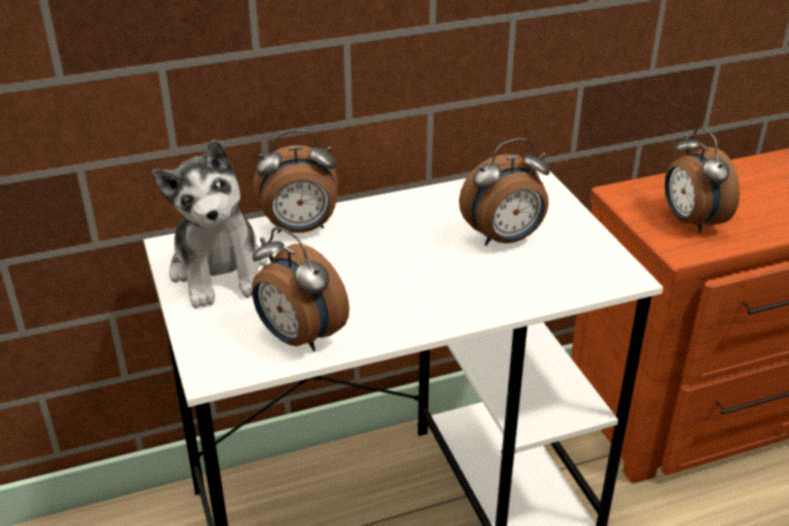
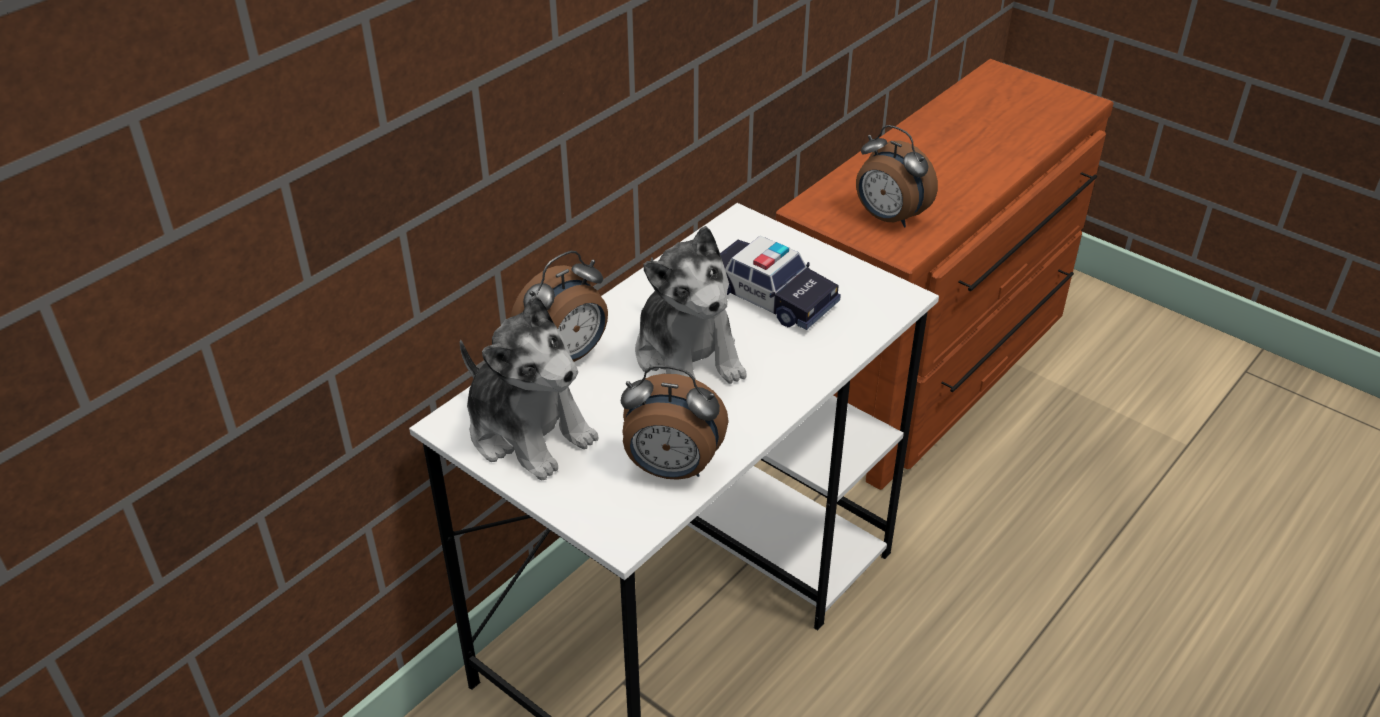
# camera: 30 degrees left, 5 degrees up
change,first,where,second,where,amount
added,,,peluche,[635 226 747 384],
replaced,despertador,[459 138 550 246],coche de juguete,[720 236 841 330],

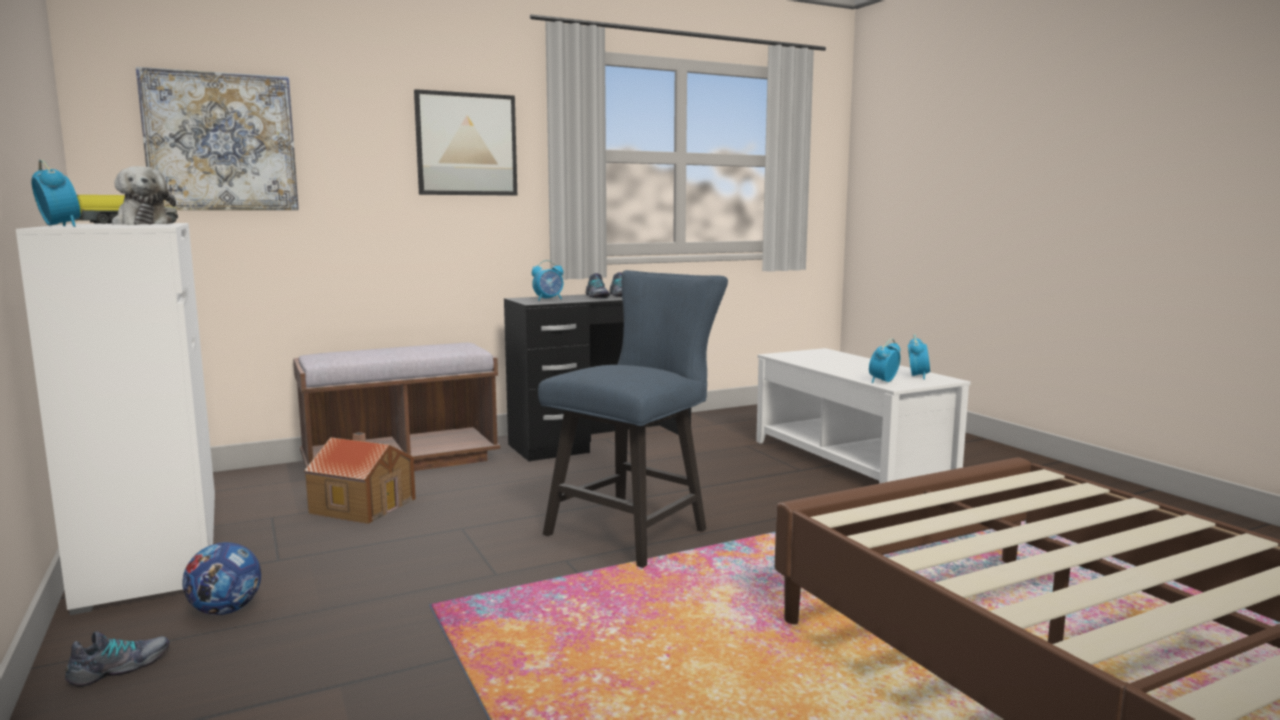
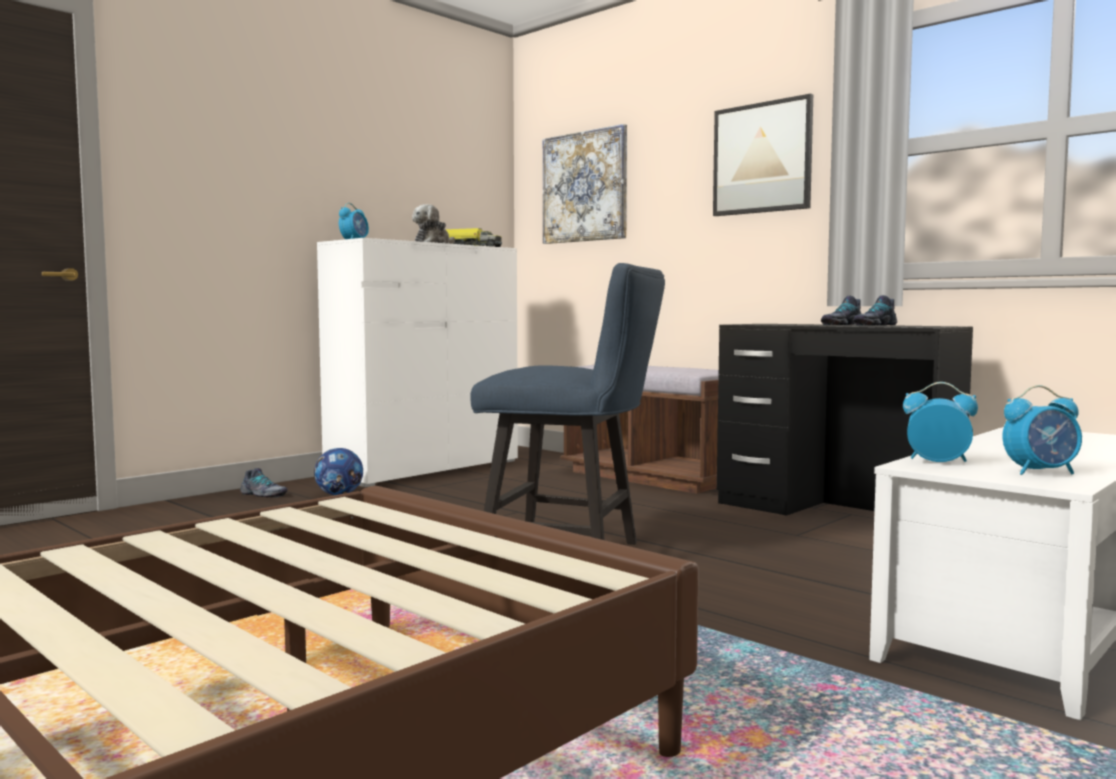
# camera: 70 degrees right, 5 degrees down
change,first,where,second,where,amount
removed,casita,[304 432 416 524],,,
removed,despertador,[532 260 563 301],,,

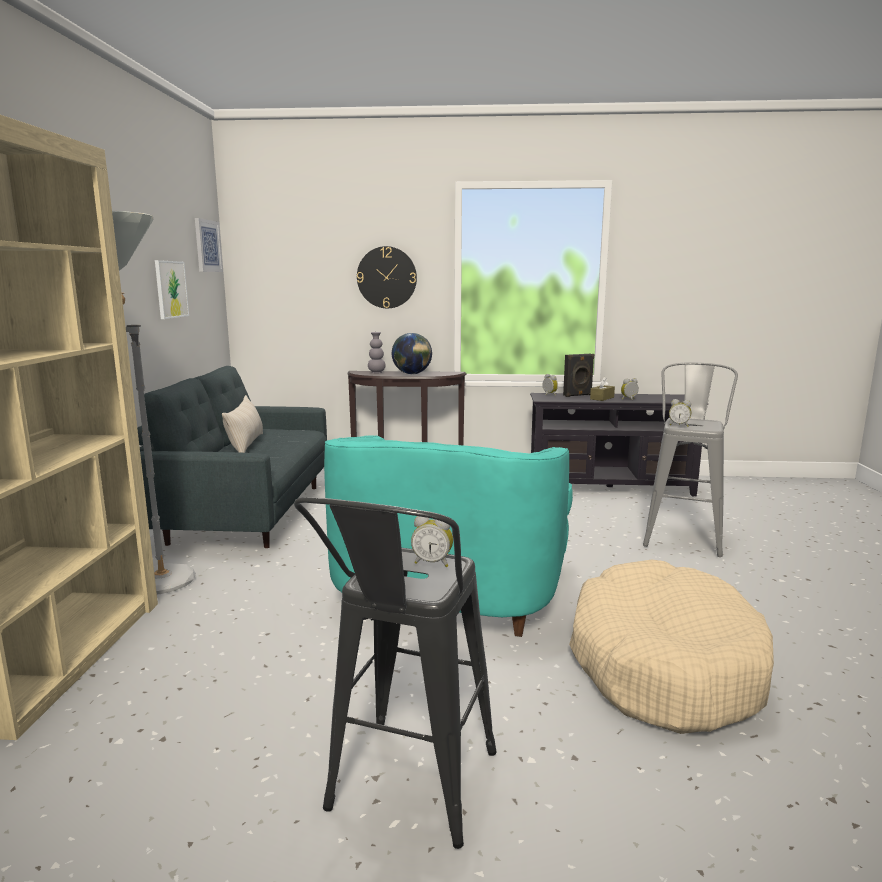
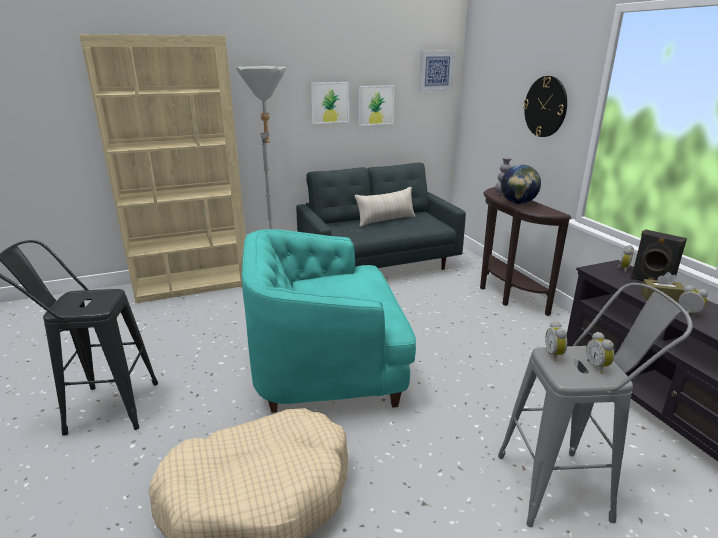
# camera: 65 degrees right, 10 degrees up
change,first,where,second,where,amount
added,,,cuadro,[311 82 349 124],
moved,despertador,[411 516 453 567],,[586 332 614 374],

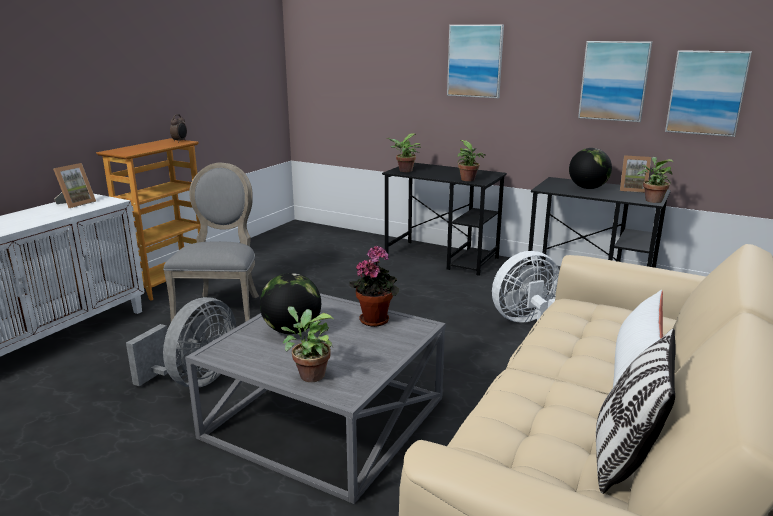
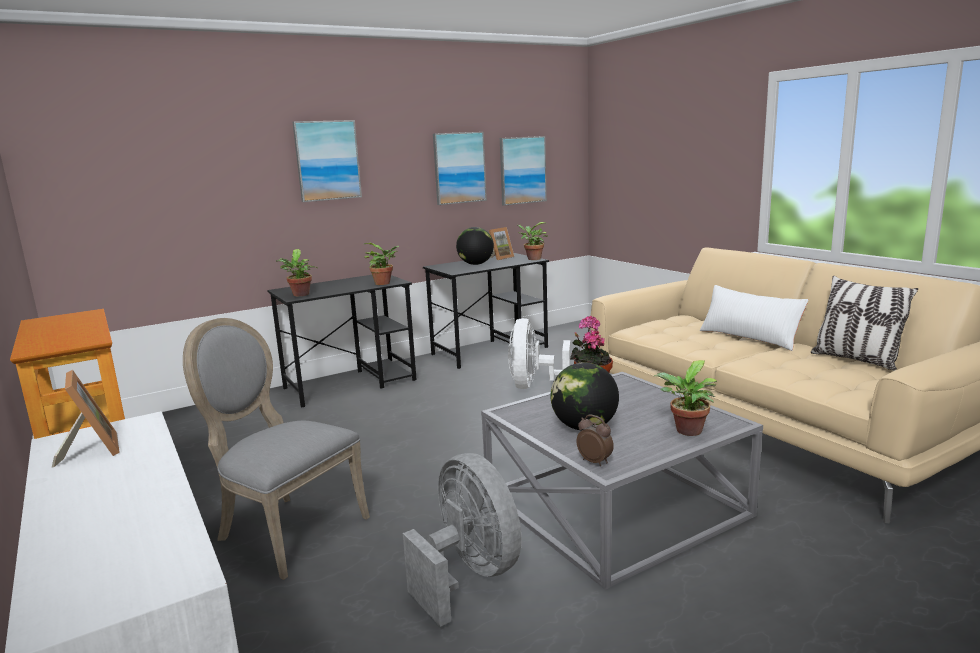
# camera: 60 degrees left, 5 degrees down
change,first,where,second,where,amount
moved,despertador,[170 114 187 142],,[577 415 614 466],

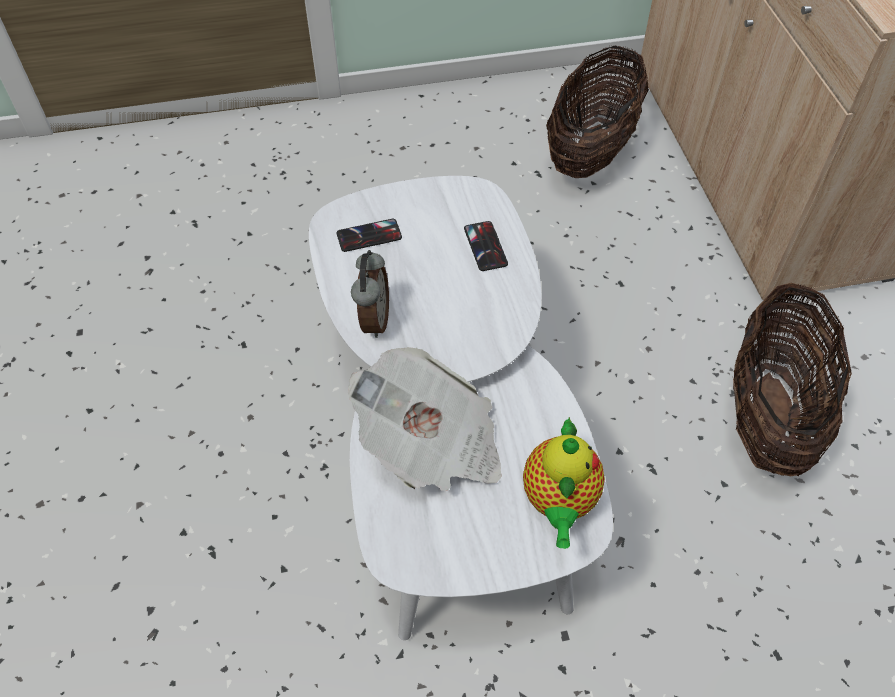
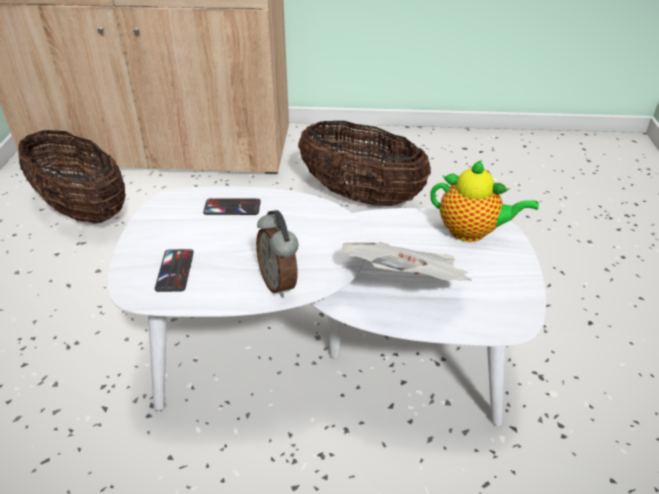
# camera: 75 degrees left, 15 degrees down
change,first,where,second,where,amount
turned,despertador,[351 250 389 338],,[256 210 298 298],135 degrees counterclockwise

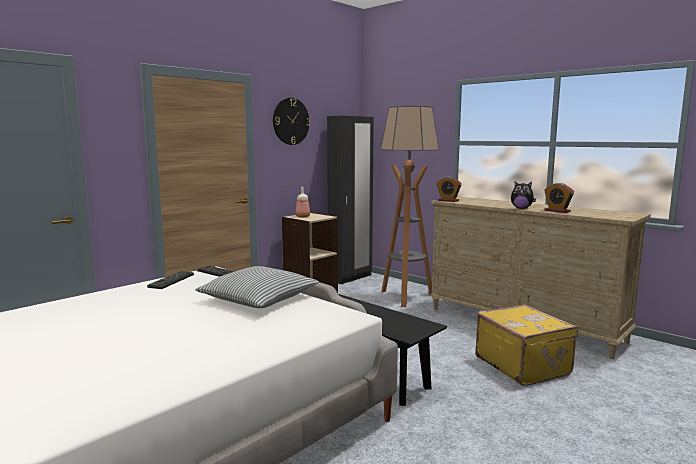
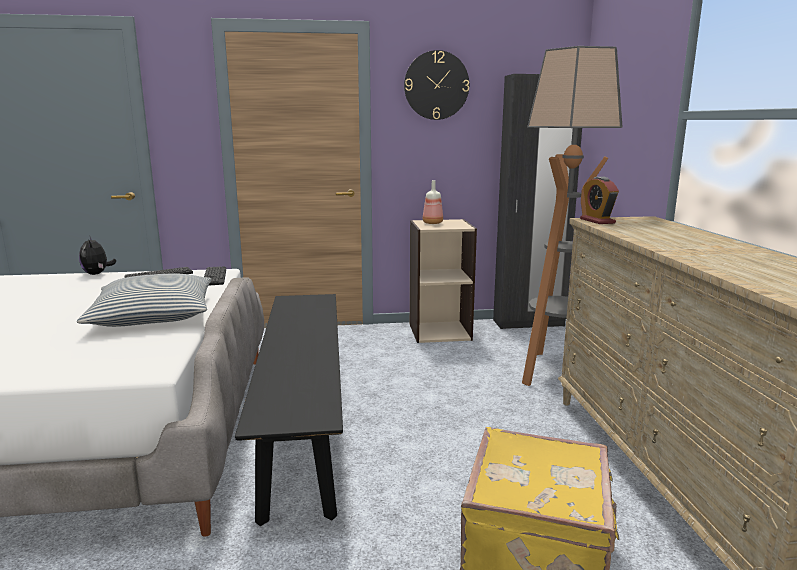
# camera: 40 degrees right, 5 degrees up
change,first,where,second,where,amount
moved,peluche,[511 181 536 209],,[79 237 116 275],
removed,despertador,[544 183 574 213],,,

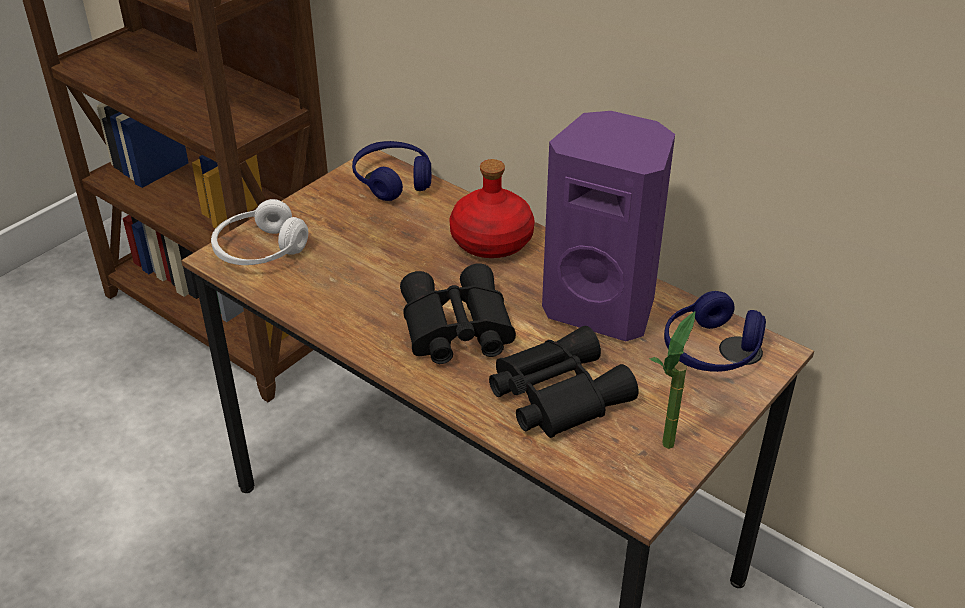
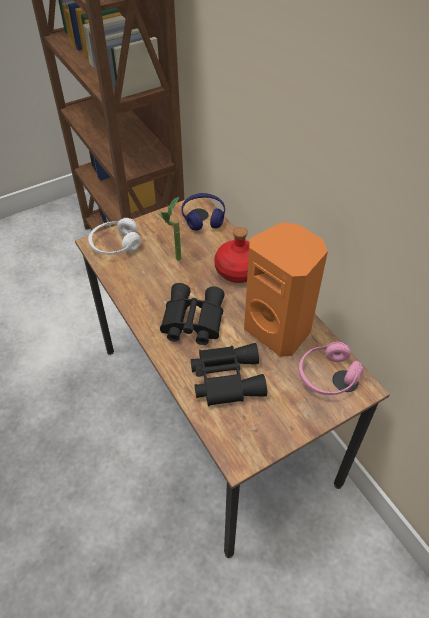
# camera: 20 degrees right, 10 degrees up
change,first,where,second,where,amount
moved,planta en maceta,[649 312 695 449],,[157 196 181 261],
recoloured,altavoz (morado),[542 111 675 341],altavoz (naranja),[244 222 328 357],
recoloured,auriculares (azul),[664 291 766 372],auriculares (rosa),[299 342 363 395],

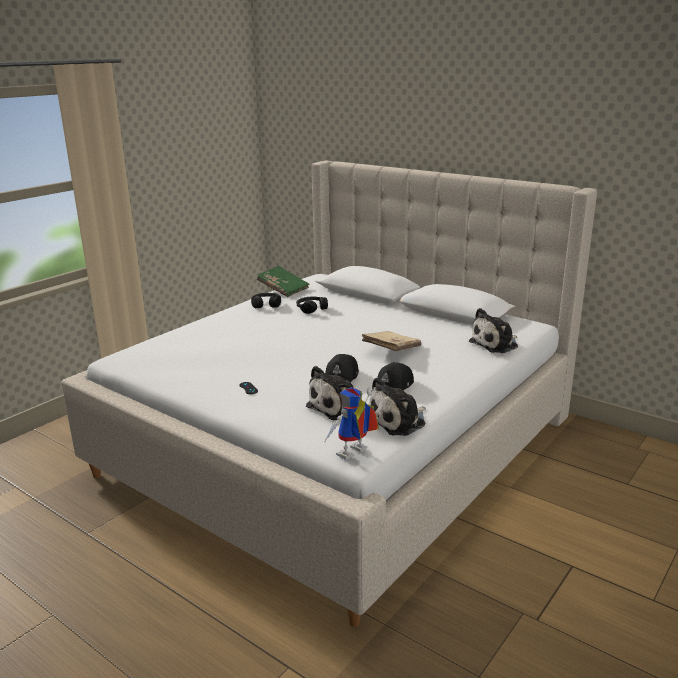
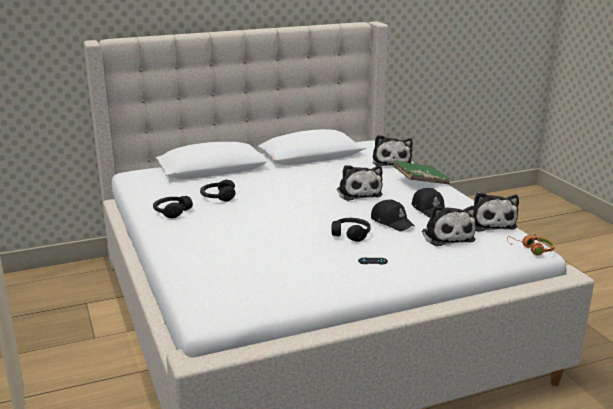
# camera: 60 degrees left, 0 degrees up
change,first,where,second,where,amount
added,,,auriculares (negro),[331 218 371 242],
replaced,libro (beis),[362 331 421 351],peluche,[337 165 383 201],
moved,libro (verde),[257 266 310 297],,[392 160 450 185],
replaced,robot de juguete,[325 386 379 460],auriculares (naranja),[507 234 555 256],

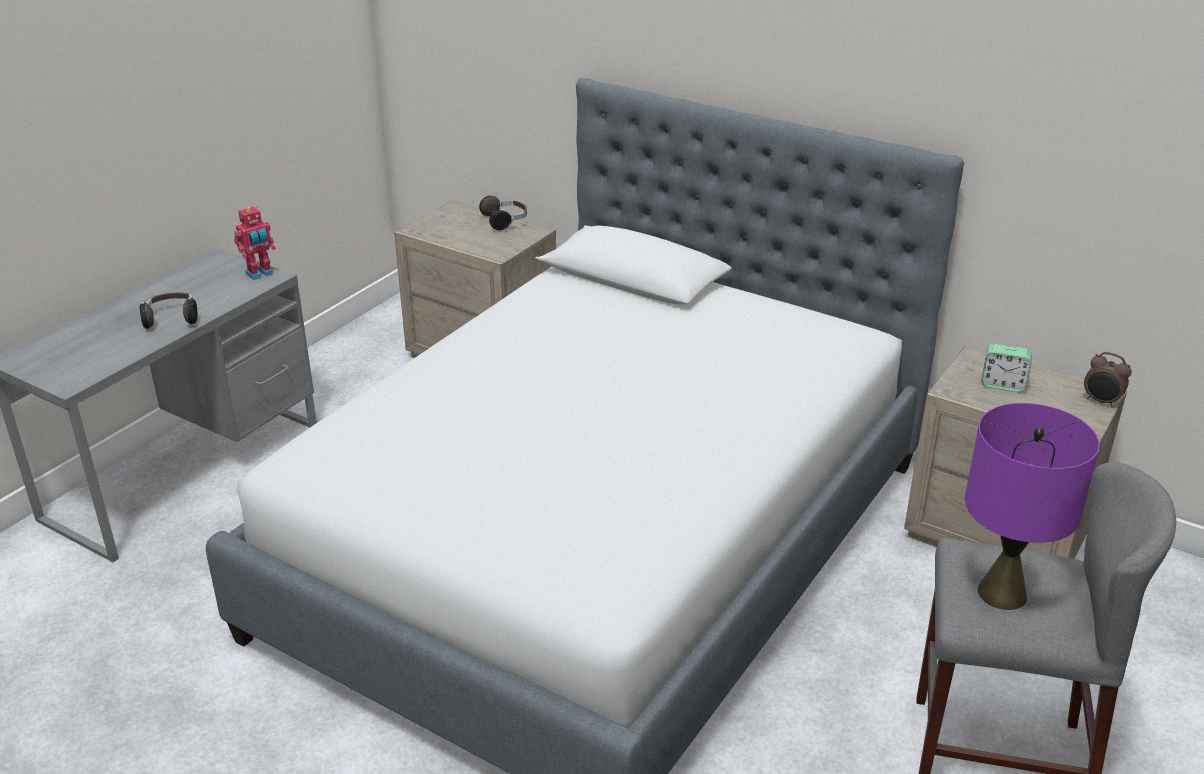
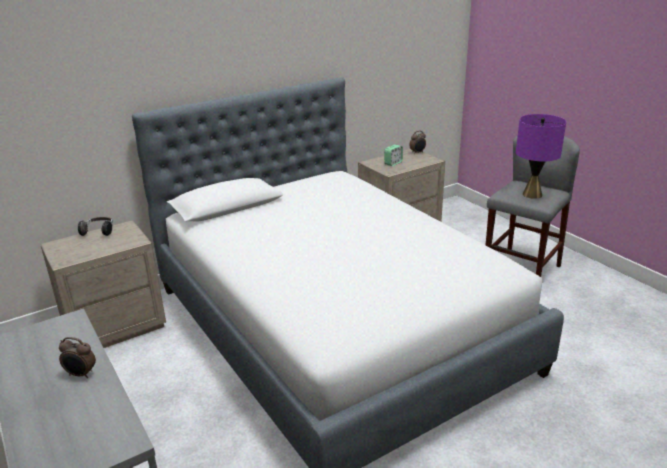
# camera: 65 degrees left, 5 degrees down
change,first,where,second,where,amount
replaced,auriculares,[139 293 198 329],despertador,[59 337 96 378],
removed,robot de juguete,[234 206 276 280],,,

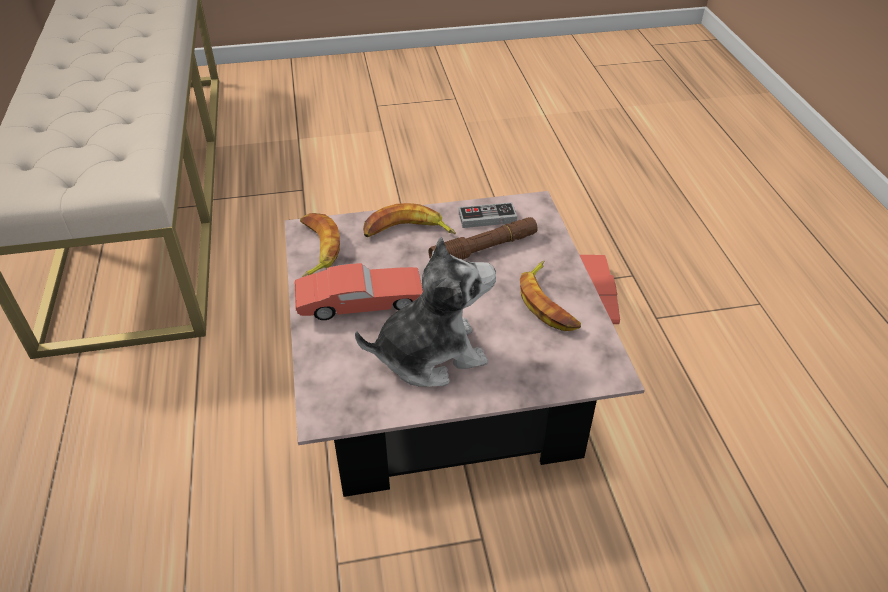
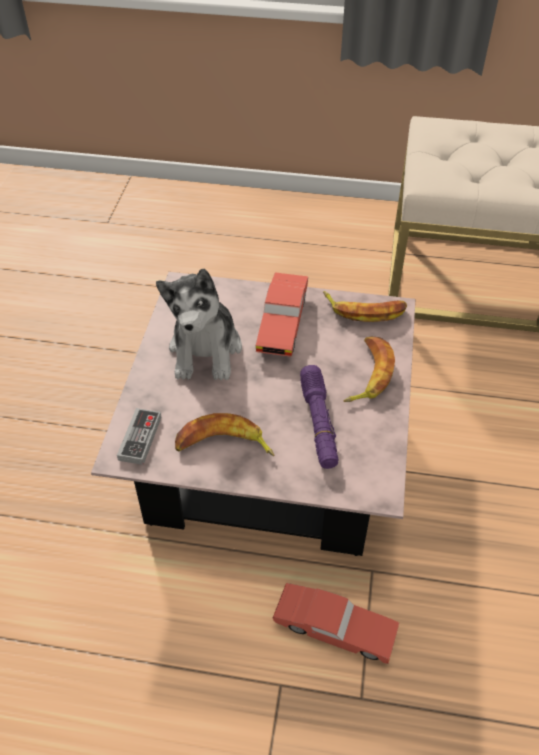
# camera: 110 degrees right, 5 degrees up
change,first,where,second,where,amount
moved,mando de consola,[459 202 517 228],,[117 408 161 465],
recoloured,linterna (marrón),[429 217 538 259],linterna (morado),[300 365 339 469],

